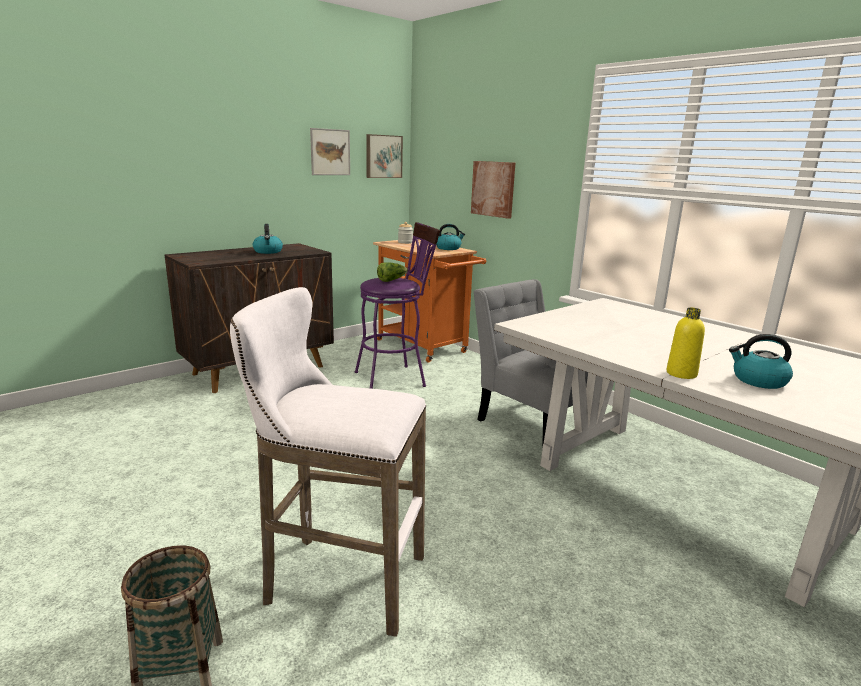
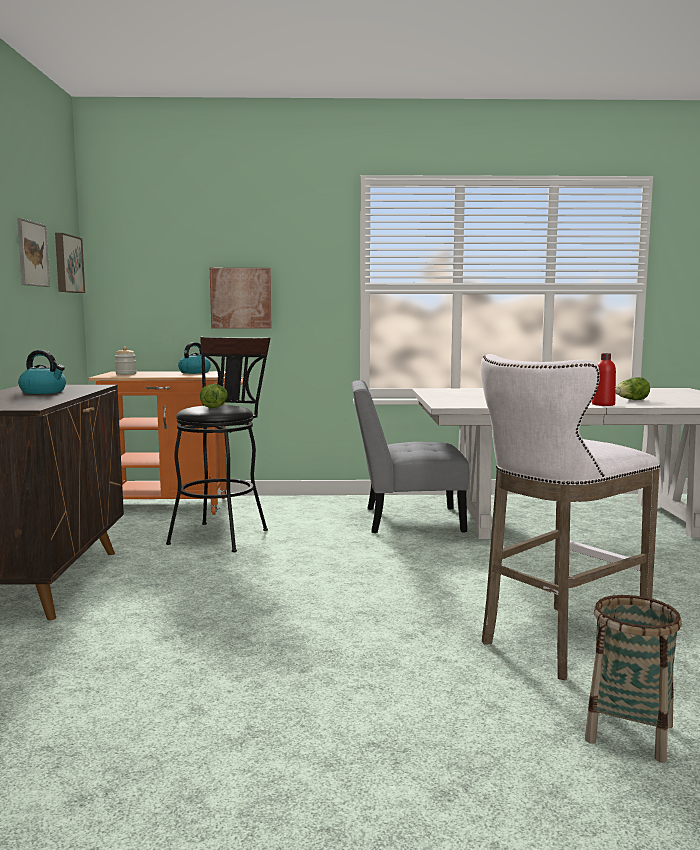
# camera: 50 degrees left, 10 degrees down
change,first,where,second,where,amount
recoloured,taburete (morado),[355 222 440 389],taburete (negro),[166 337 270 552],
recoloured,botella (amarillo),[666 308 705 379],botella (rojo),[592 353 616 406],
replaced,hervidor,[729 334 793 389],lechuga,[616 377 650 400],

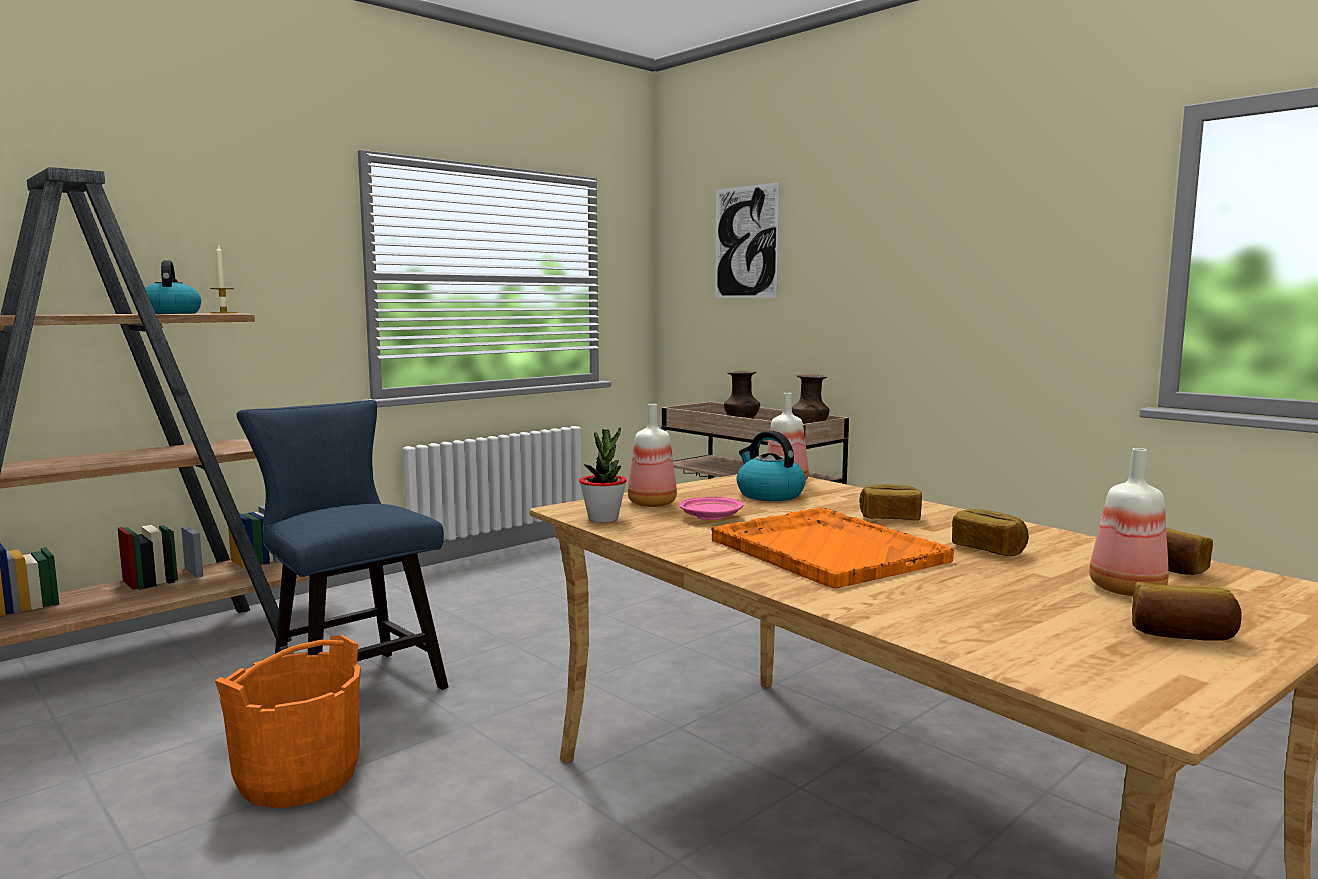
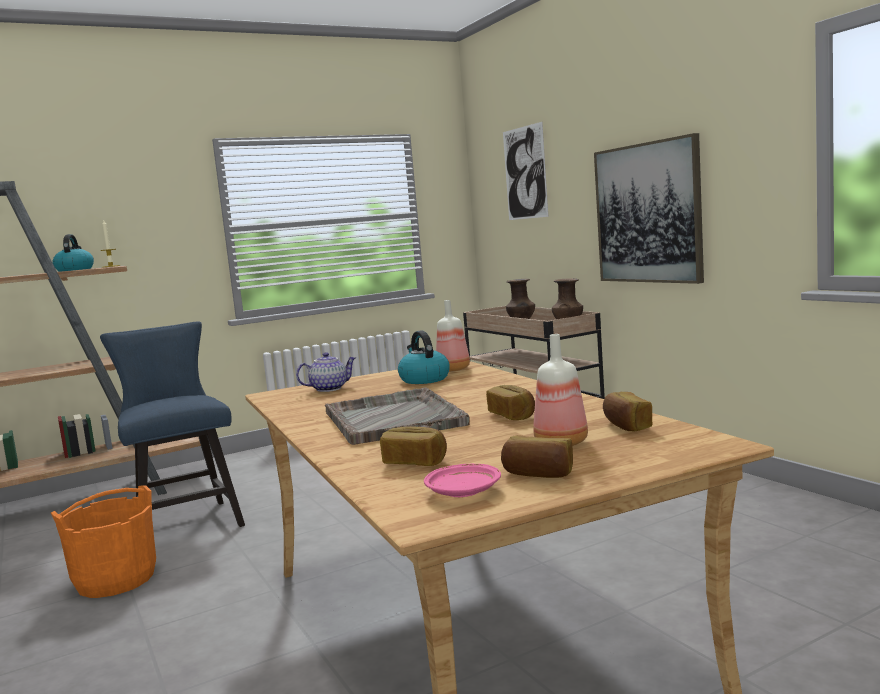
# camera: 15 degrees right, 0 degrees up
change,first,where,second,where,amount
replaced,botella,[628 404 677 507],tetera,[296 352 356 392],
recoloured,bandeja (naranja),[711 507 954 588],bandeja (gris),[325 387 470 445],
moved,pan,[859 484 922 520],,[380 426 447 466],
moved,plato (rosa),[680 497 743 520],,[424 464 501 497],
added,,,cuadro,[594 133 704 284],
removed,planta en maceta,[579 427 627 523],,,

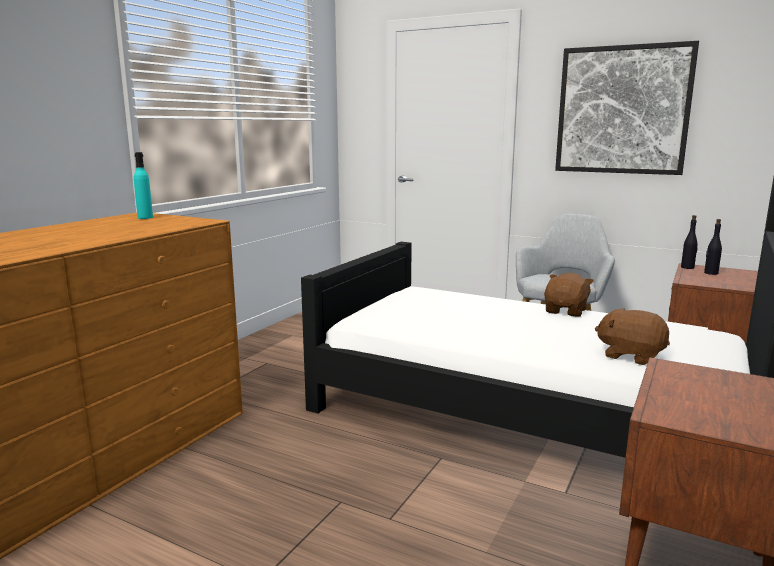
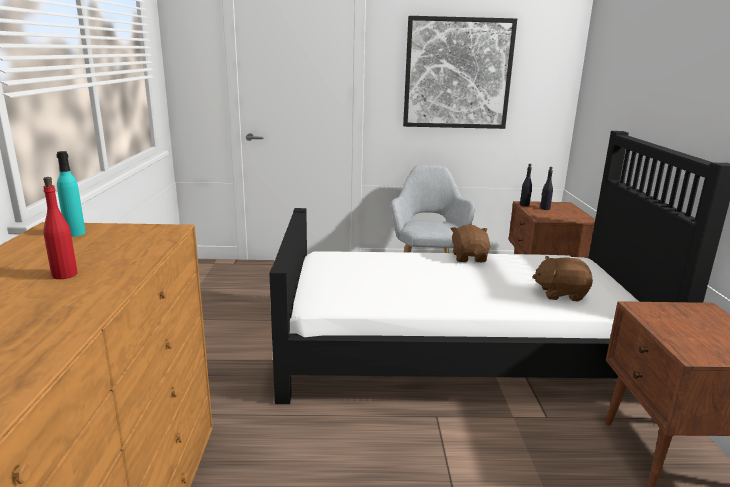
# camera: 30 degrees left, 5 degrees up
change,first,where,second,where,amount
added,,,botella (rojo),[43 177 78 279],

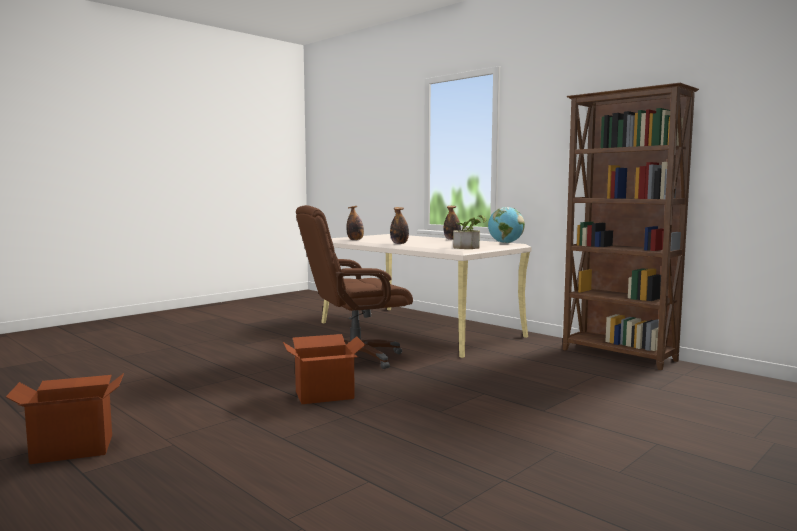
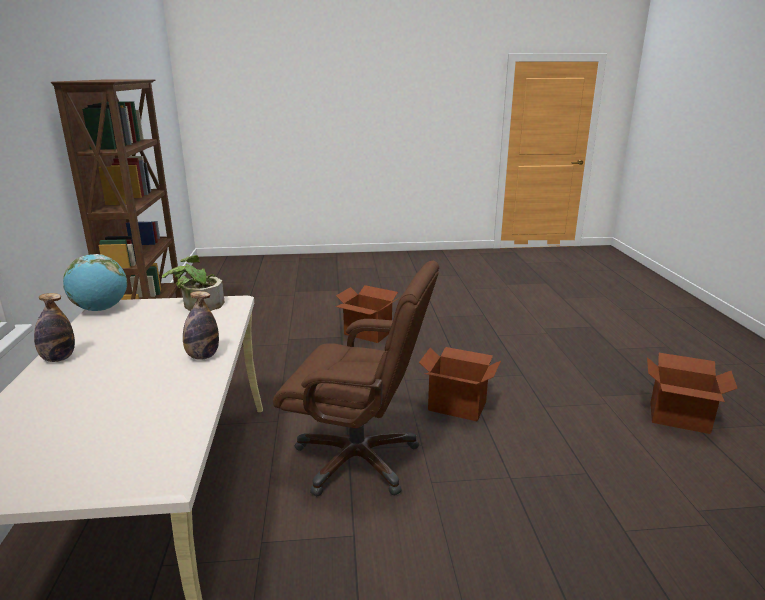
# camera: 140 degrees left, 15 degrees up
change,first,where,second,where,amount
added,,,caja de cartón,[335 285 400 343],
removed,botella,[347 206 364 240],,,

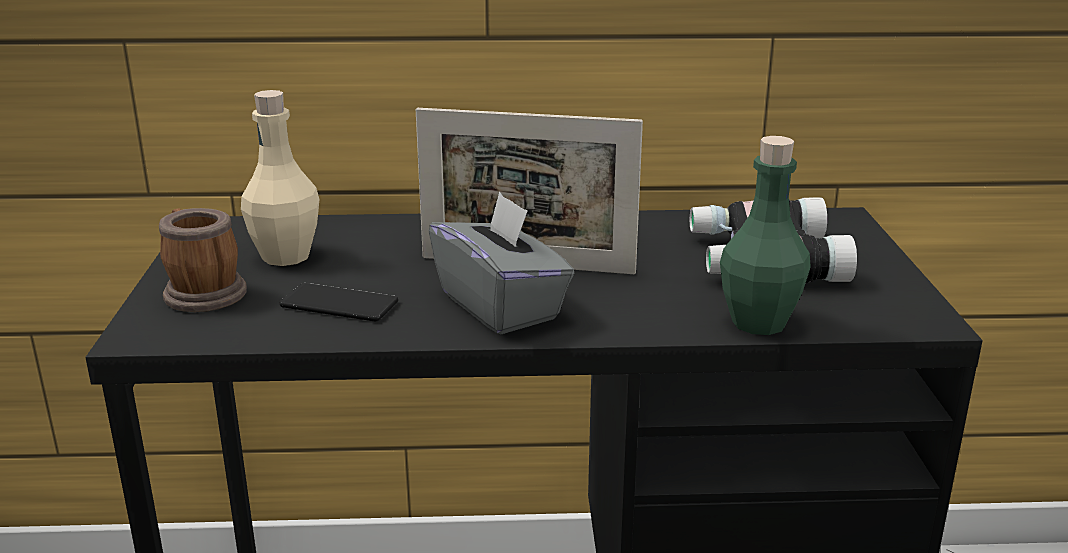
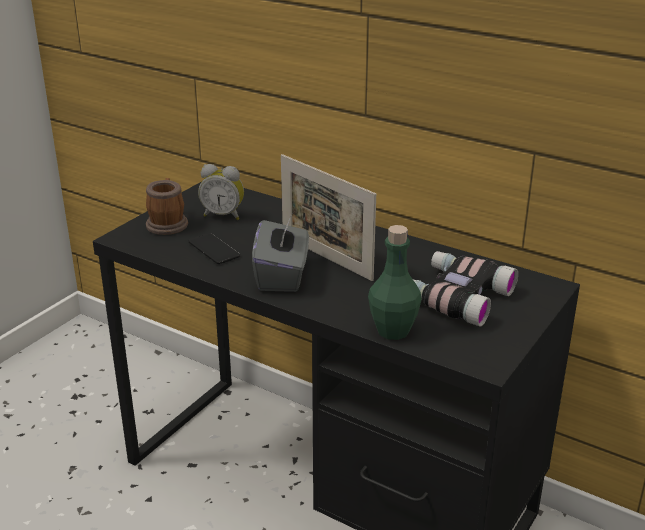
# camera: 35 degrees right, 5 degrees up
change,first,where,second,where,amount
replaced,botella (beis),[241 90 319 266],despertador,[198 164 244 220],

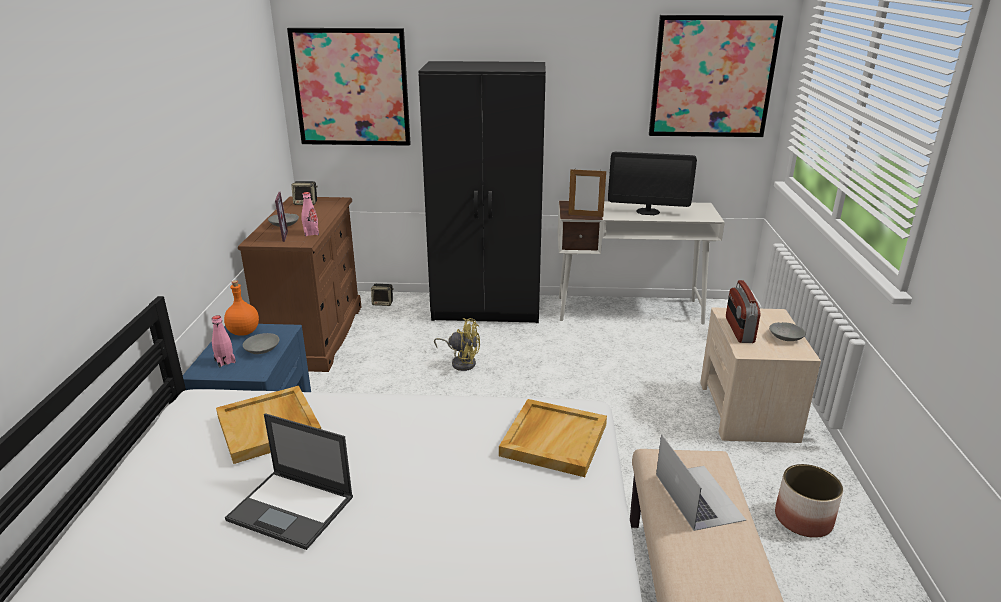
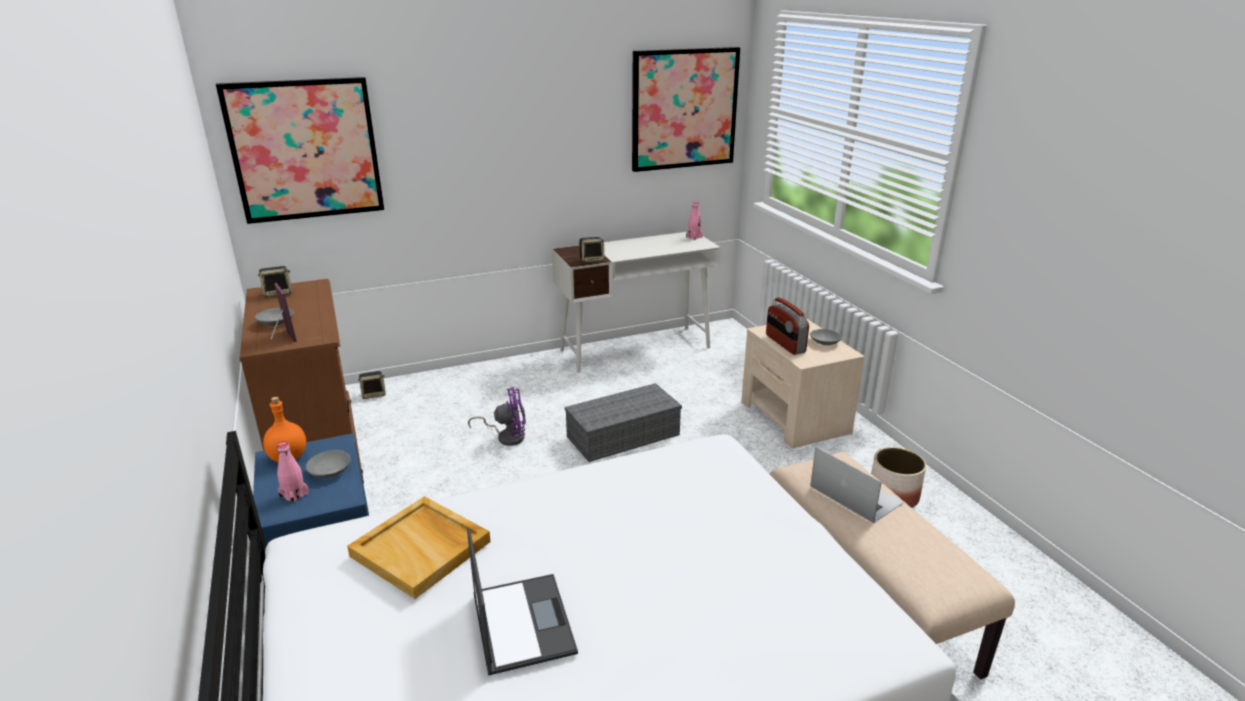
# camera: 25 degrees left, 0 degrees up
change,first,where,second,where,amount
turned,portátil,[225 413 353 550],,[467 527 578 676],105 degrees counterclockwise
recoloured,ventilador (amarillo),[434 318 480 371],ventilador (morado),[468 387 526 446],
added,,,caja de almacenaje (gris),[565 383 682 462],
replaced,portarretratos,[568 168 606 217],altavoz,[579 237 604 263],
moved,botella (rosa),[301 192 319 237],,[686 202 703 240],
removed,armario ropero (negro),[418 61 546 323],,,
removed,bandeja (beis),[499 399 607 477],,,
removed,monitor,[608 152 697 215],,,

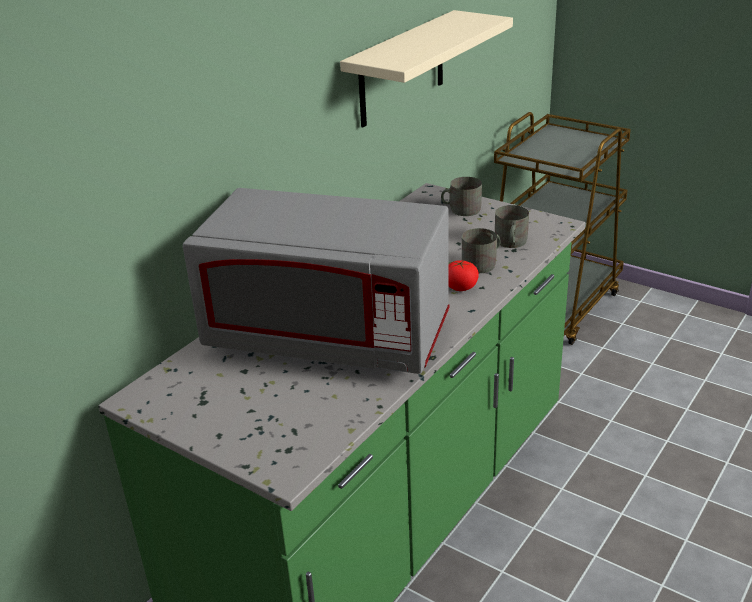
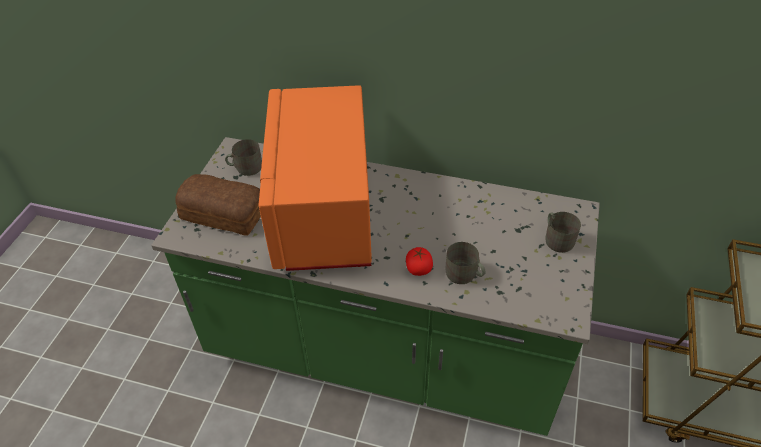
# camera: 70 degrees right, 15 degrees up
change,first,where,second,where,amount
added,,,pan,[175 174 261 236],
moved,taza grande (gris),[495 205 529 248],,[225 139 262 176],
recoloured,microondas (gris),[183 188 449 374],microondas (naranja),[258 85 372 271],
removed,estante (beis),[340 10 513 127],,,

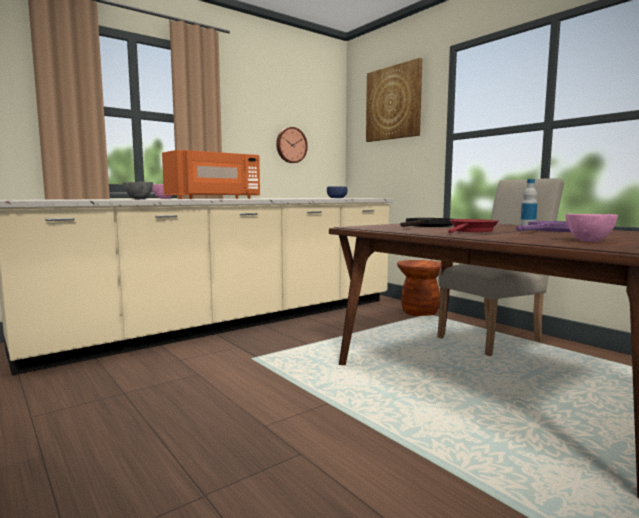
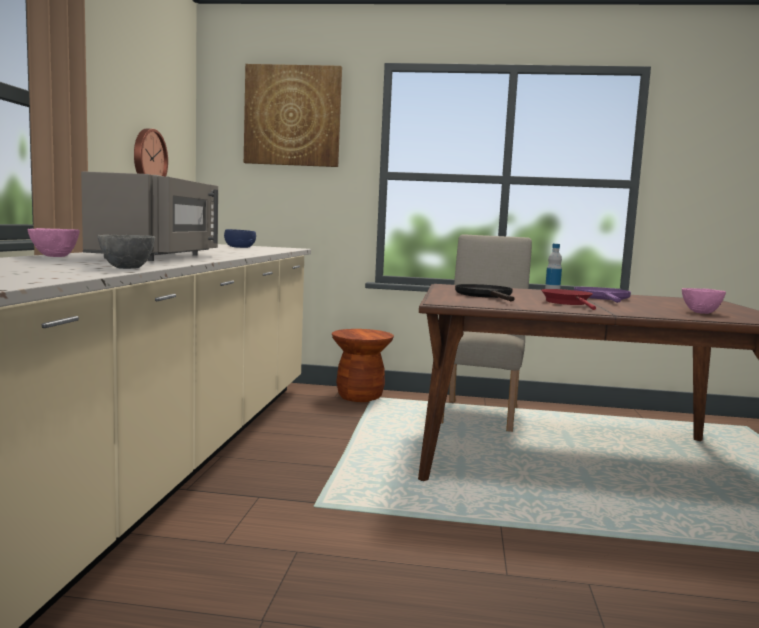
# camera: 45 degrees left, 0 degrees up
change,first,where,second,where,amount
recoloured,microondas (naranja),[162 150 260 199],microondas (gris),[81 171 218 261],

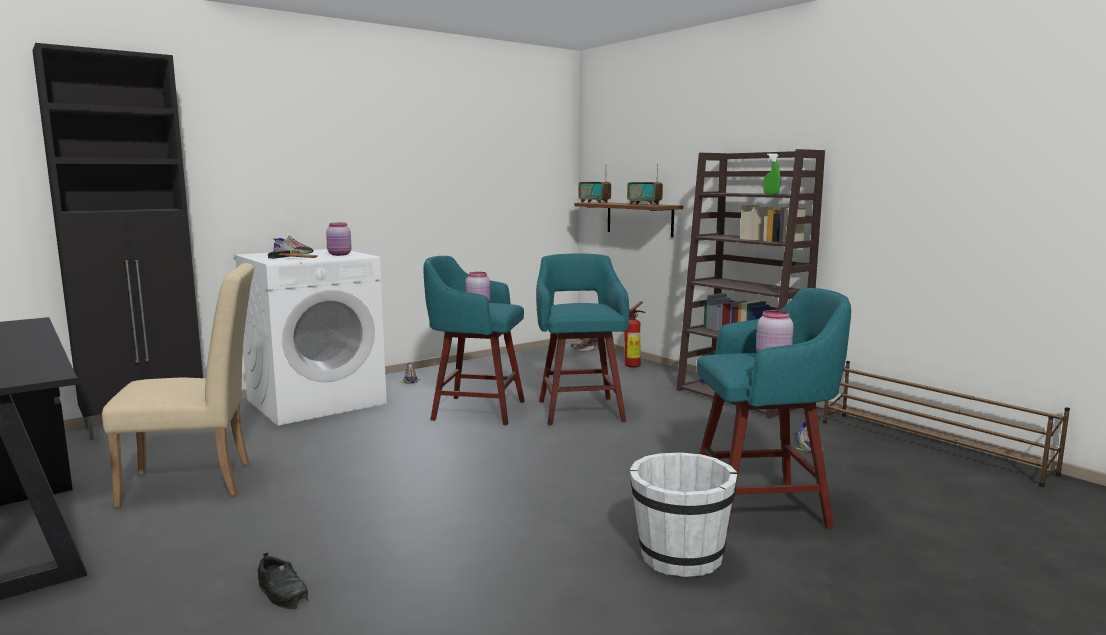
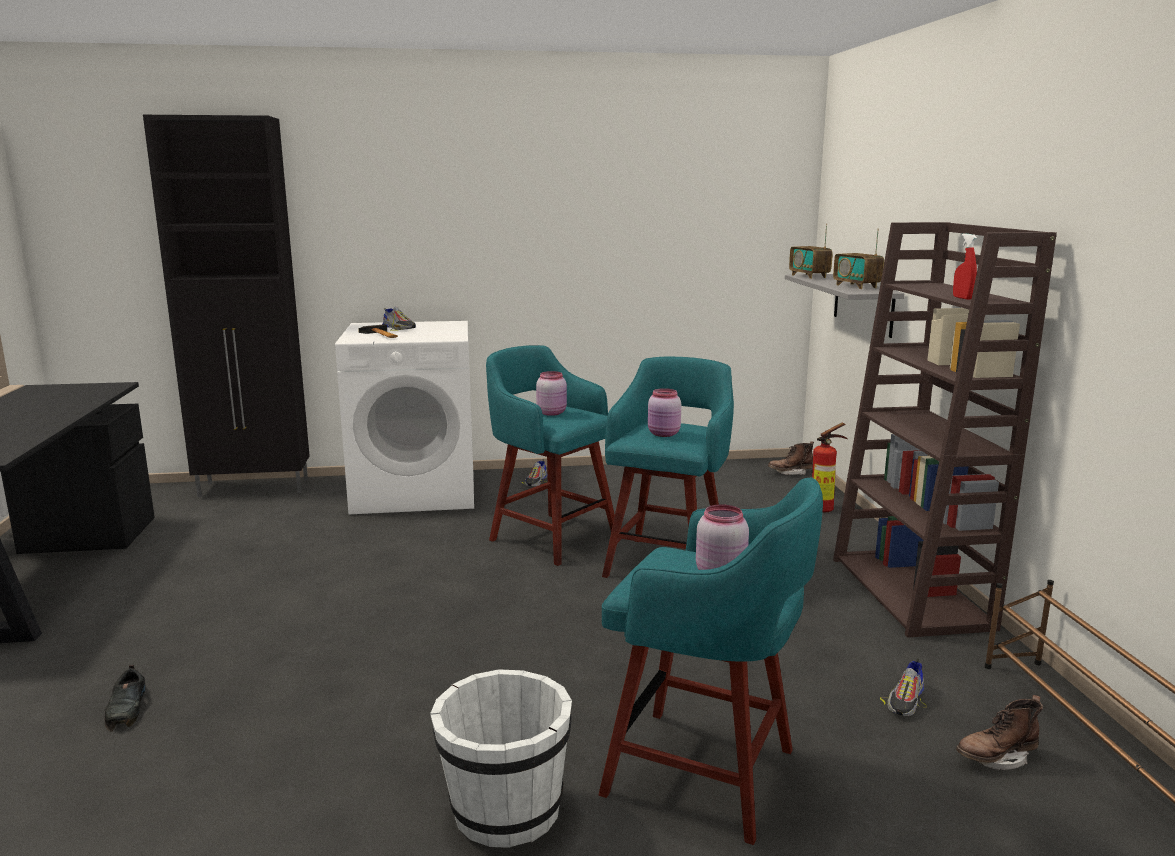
# camera: 30 degrees right, 5 degrees up
change,first,where,second,where,amount
moved,tarro (rosa),[326 223 352 256],,[648 388 681 437],
recoloured,estante (marrón),[574 202 683 238],estante (gris),[785 274 904 338],
recoloured,pulverizador (verde),[763 153 781 194],pulverizador (rojo),[953 234 977 300],
added,,,bota (marrón),[956 695 1043 770],
removed,silla (beis),[102 263 254 508],,,

